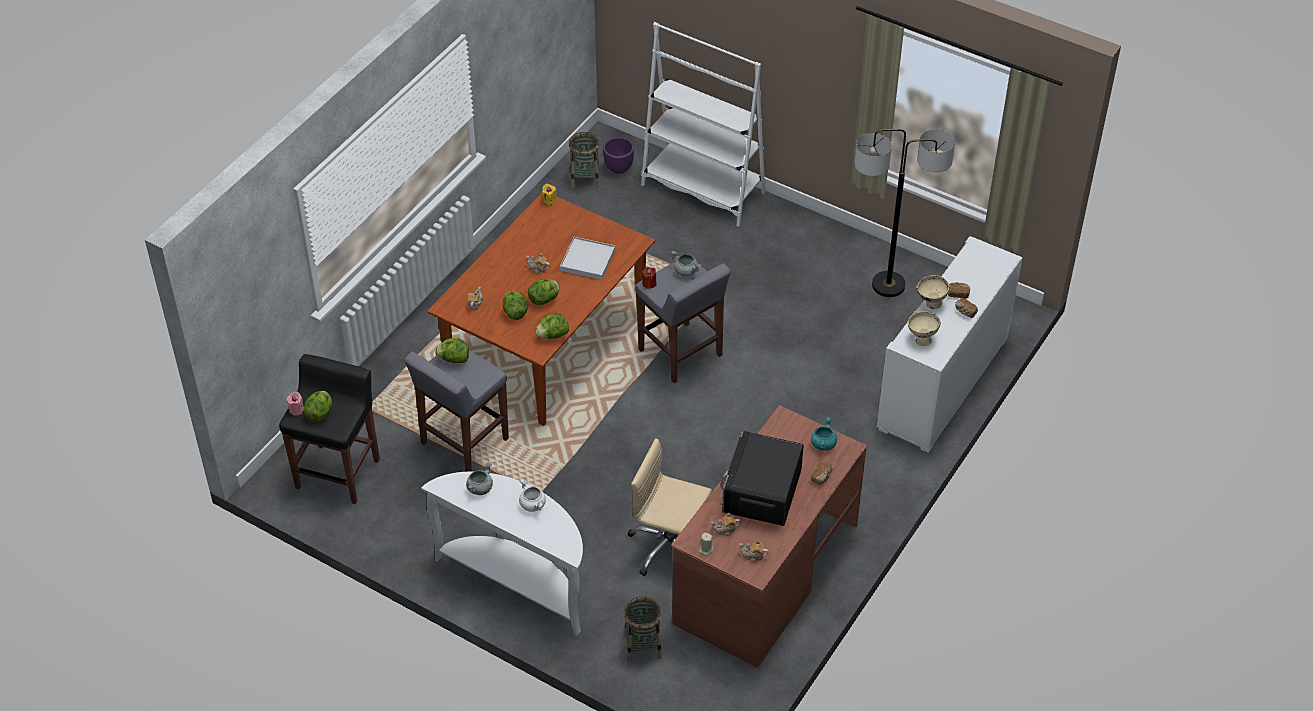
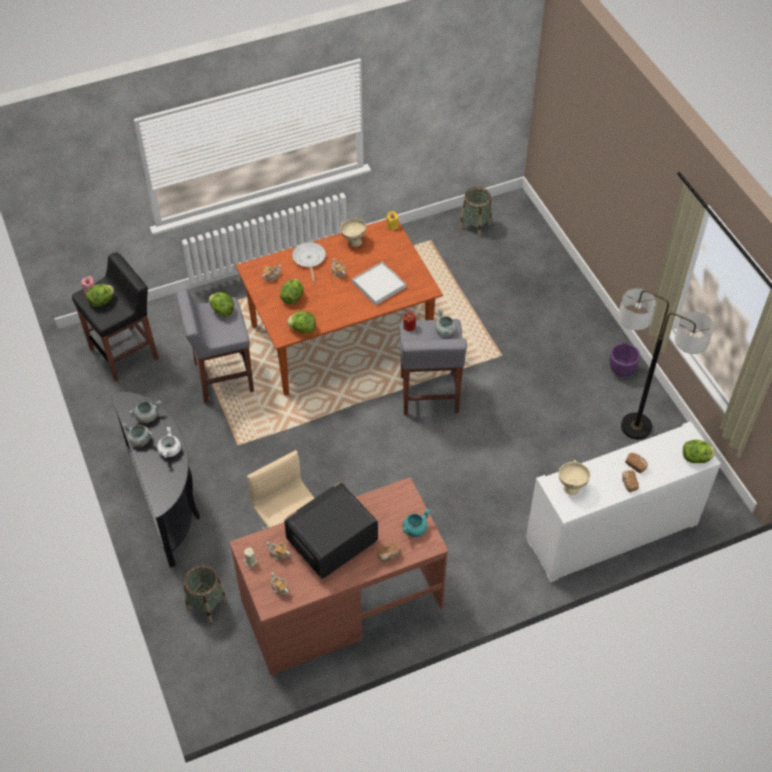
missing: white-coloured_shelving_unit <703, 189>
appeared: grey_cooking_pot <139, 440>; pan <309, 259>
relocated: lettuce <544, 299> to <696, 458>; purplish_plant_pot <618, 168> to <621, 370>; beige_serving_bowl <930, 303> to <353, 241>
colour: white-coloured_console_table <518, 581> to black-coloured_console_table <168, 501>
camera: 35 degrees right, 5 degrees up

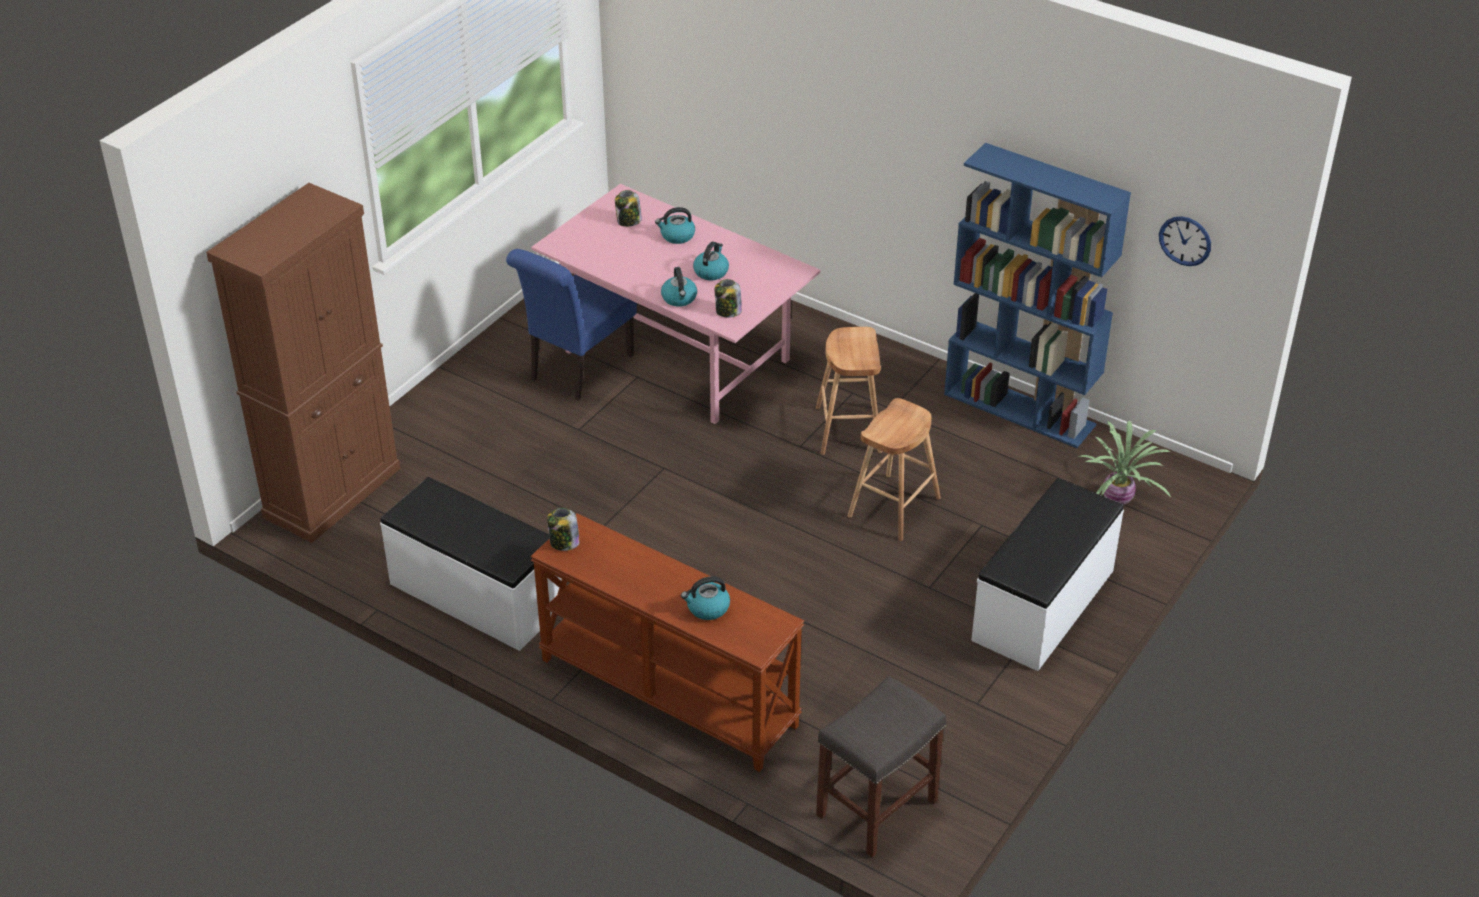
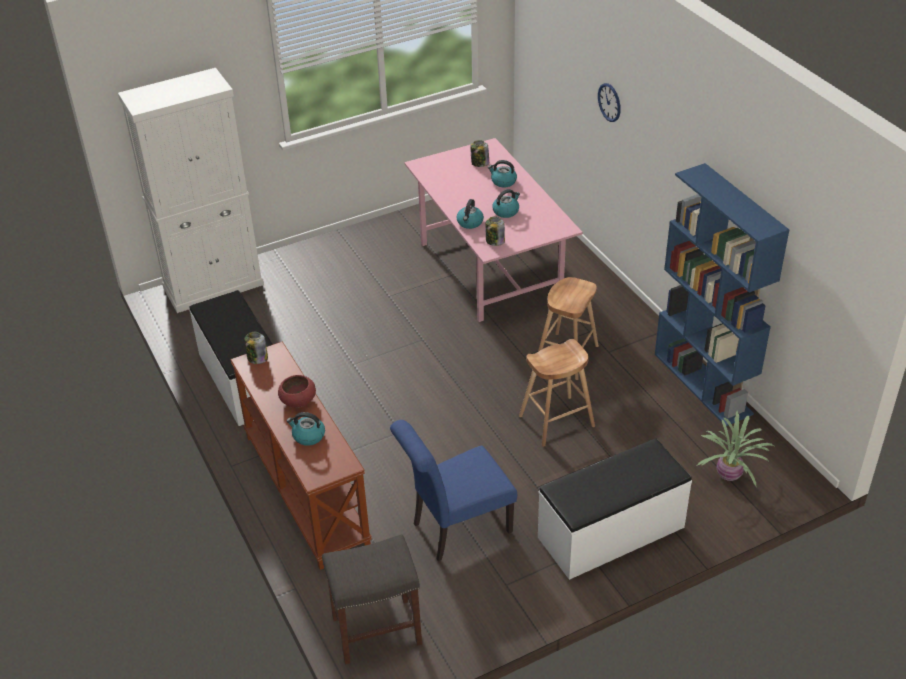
appeared: red_serving_bowl <297, 401>
relocated: blue_plain_chair <576, 370> to <456, 529>; clock_on_the_wall <1185, 240> to <609, 102>
colour: brown_cupboard <333, 492> to white-coloured_cupboard <214, 286>
camera: 30 degrees right, 0 degrees up

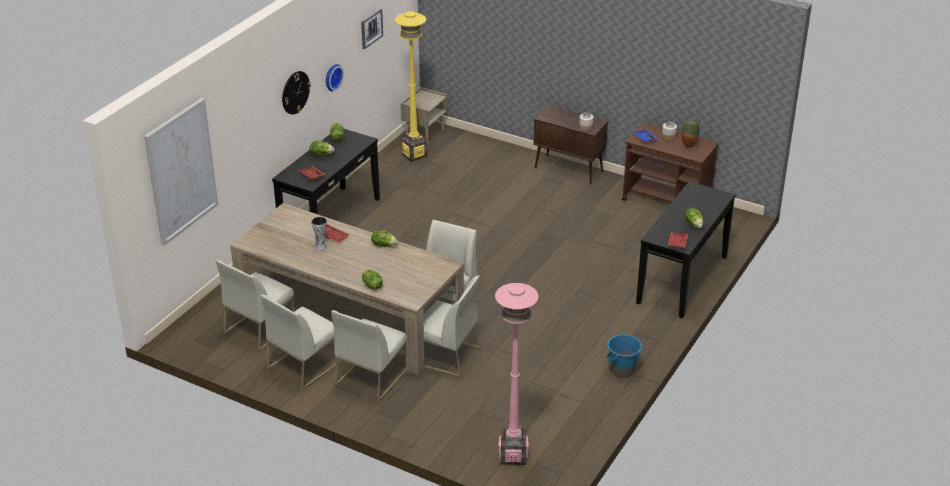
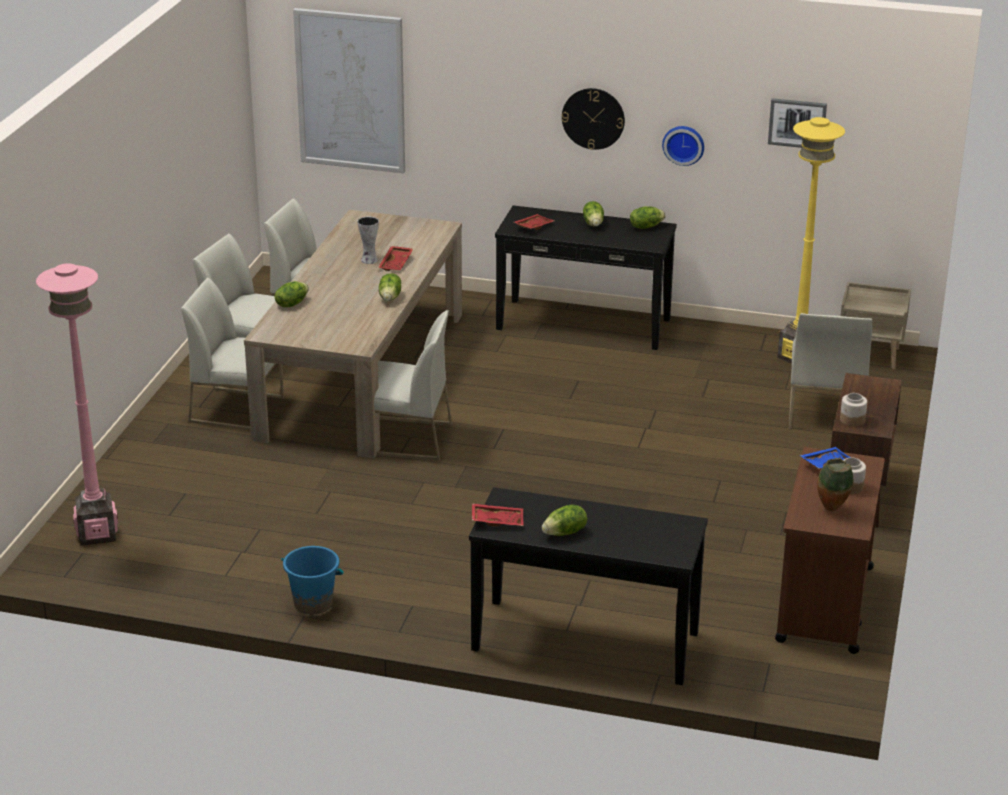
relocated: white-coloured_plain_chair <445, 356> to <824, 412>
camera: 75 degrees right, 5 degrees down

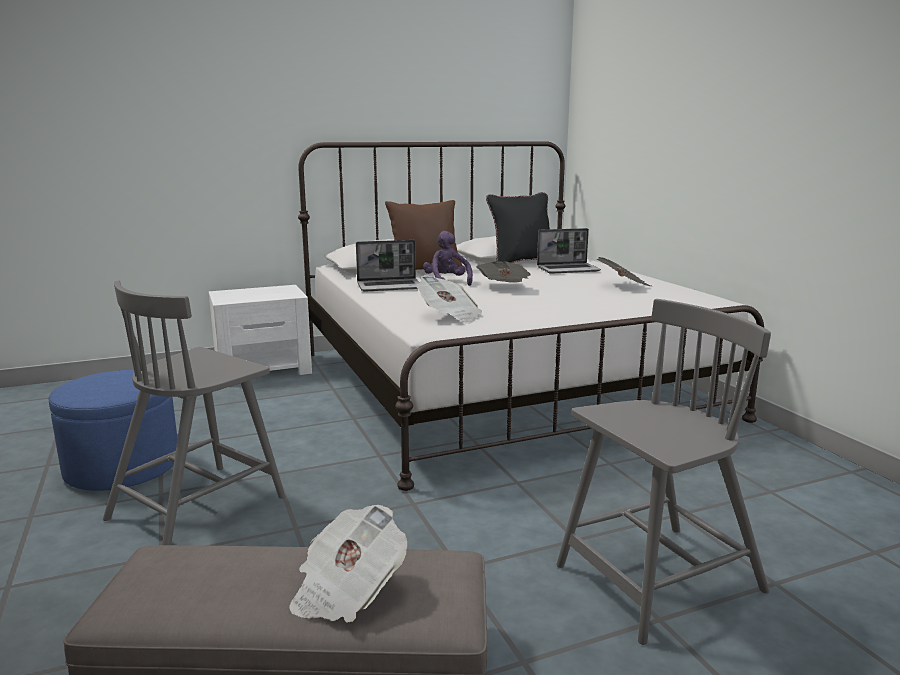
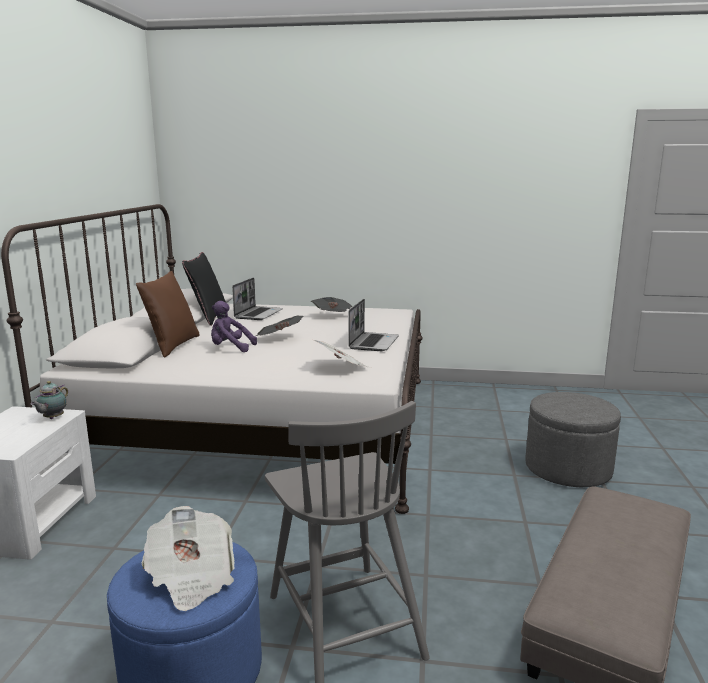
appeared: tea_pot <52, 418>
relocated: daily_paper <347, 590> to <191, 578>; laptop <390, 286> to <373, 343>
exchanged: grey_plain_chair <657, 581> to grey_ottoman <568, 469>
camera: 60 degrees left, 0 degrees up

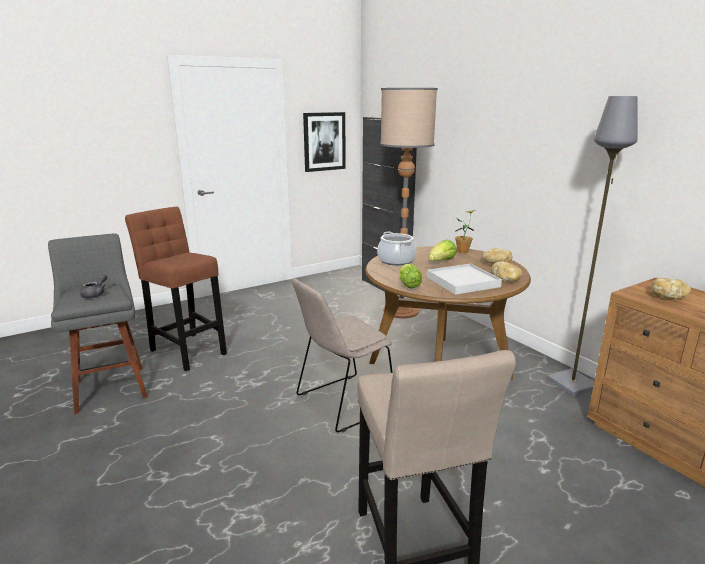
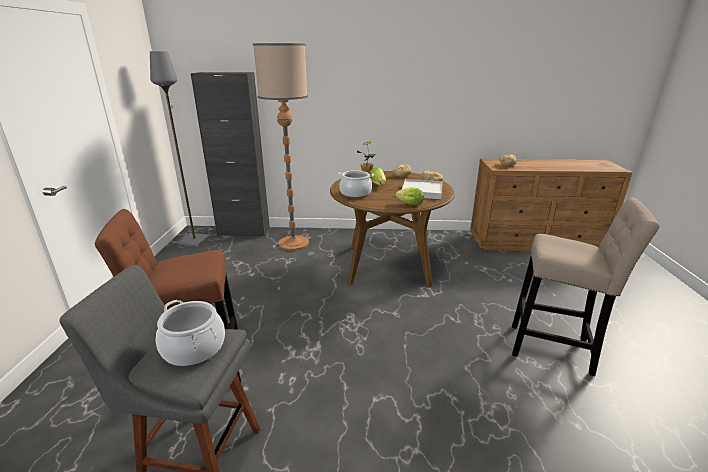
missing: beige_plain_chair <342, 403>; wall_art <324, 141>
relocated: grey_standard_lamp <573, 384> to <195, 240>
exchanged: grey_tea_pot <95, 294> to cooking_pot <194, 348>
camera: 55 degrees left, 5 degrees up

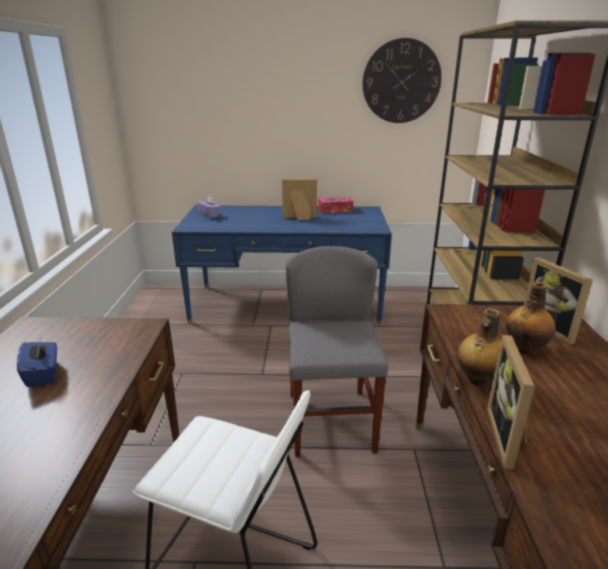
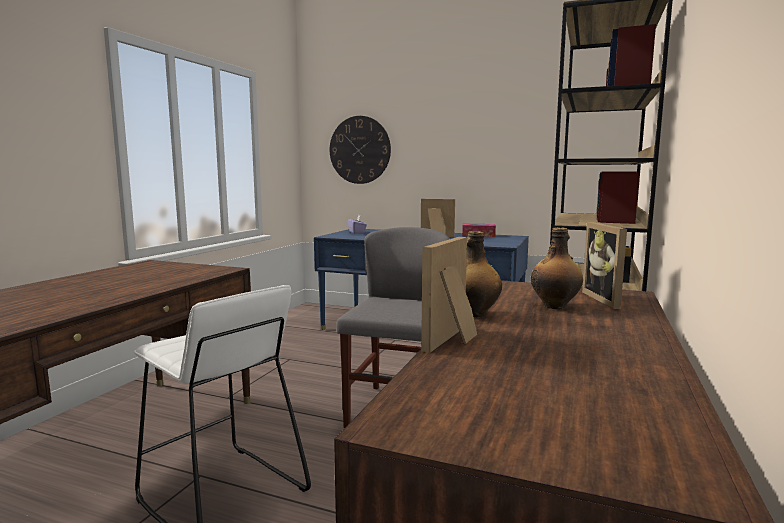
missing: blue_box_of_tissues <43, 374>
relocated: clock_on_the_wall <401, 81> to <359, 150>
camera: 20 degrees right, 15 degrees down

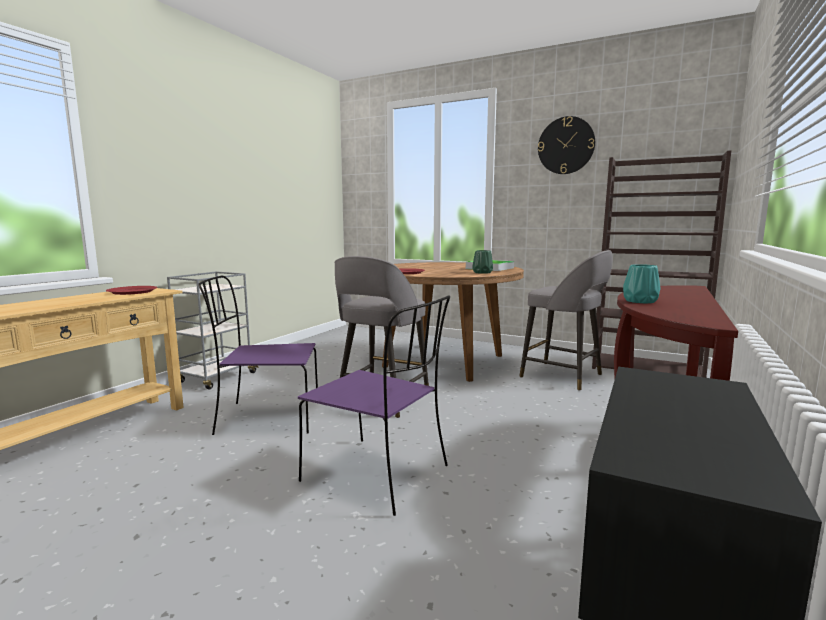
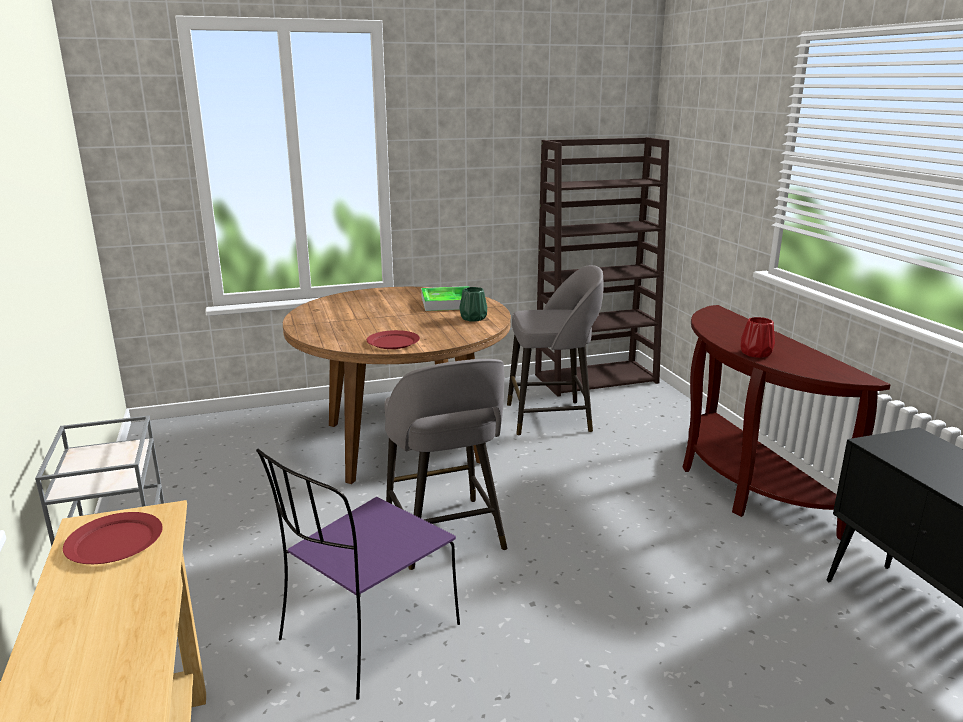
missing: purplish_plain_chair <379, 474>; clock_on_the_wall <566, 145>
colour: turquoise_flower_vase <639, 301> to red_flower_vase <755, 353>
camera: 45 degrees left, 10 degrees up

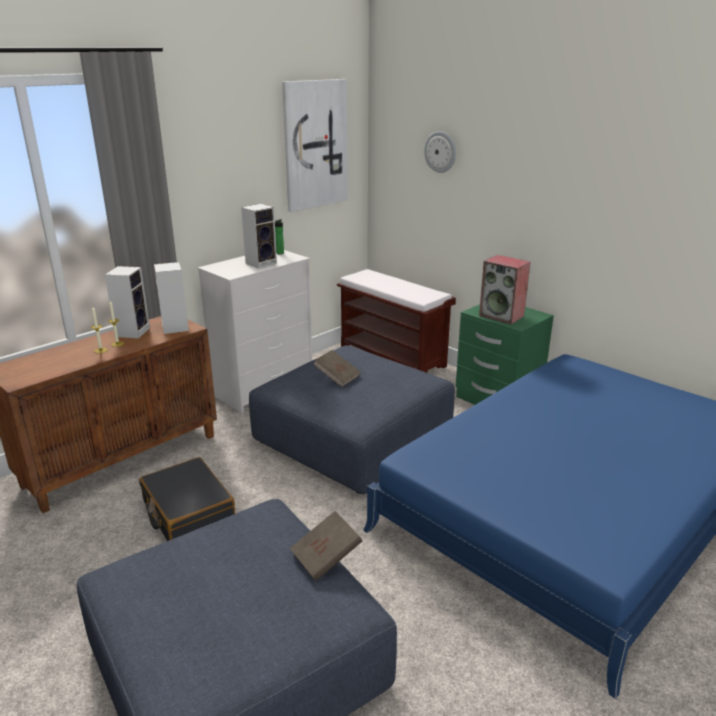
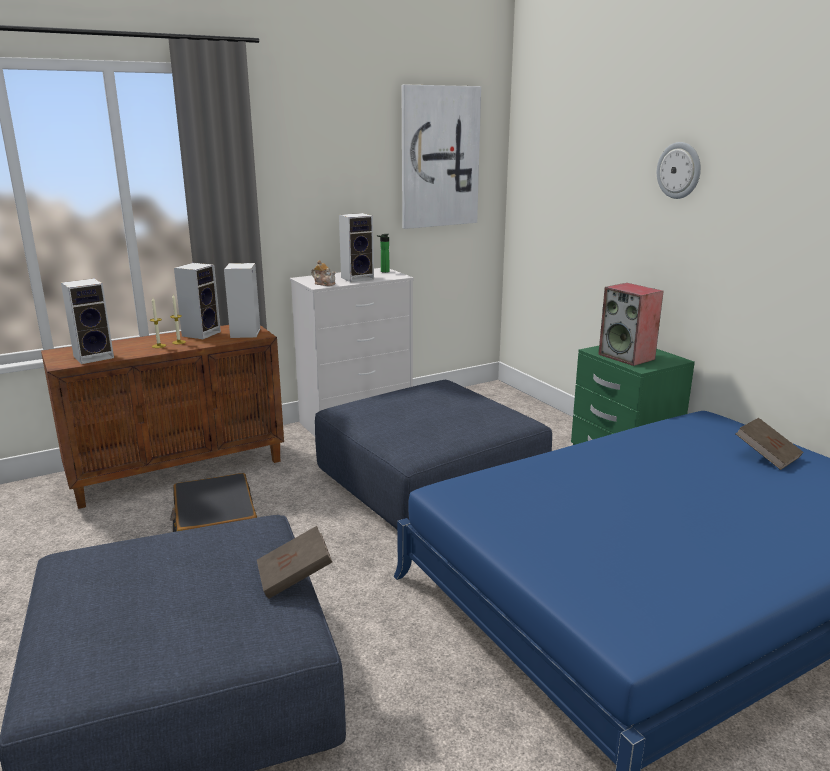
missing: brown_indoor_bench <393, 356>
appeared: speaker <95, 357>; tea_pot <324, 284>
relocated: brown_bound_book <337, 377> to <767, 456>; clock_on_the_wall <440, 152> to <679, 170>
camera: 15 degrees right, 5 degrees down

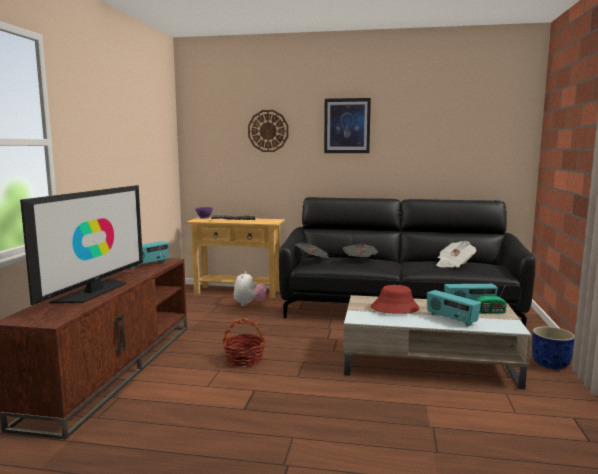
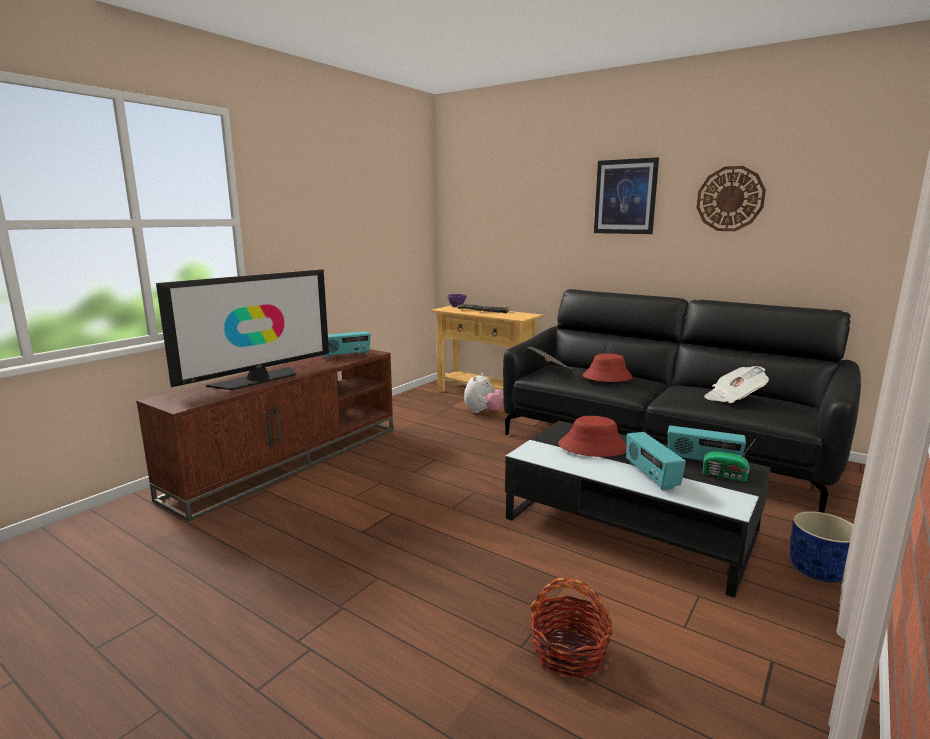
relocated: storage_basket <244, 360> to <568, 653>; clock_on_the_wall <268, 131> to <730, 199>
exchanged: daily_paper <360, 260> to red_hat <607, 377>
colour: beige_low_table <428, 362> to black-coloured_low_table <629, 525>
camera: 25 degrees right, 5 degrees up

